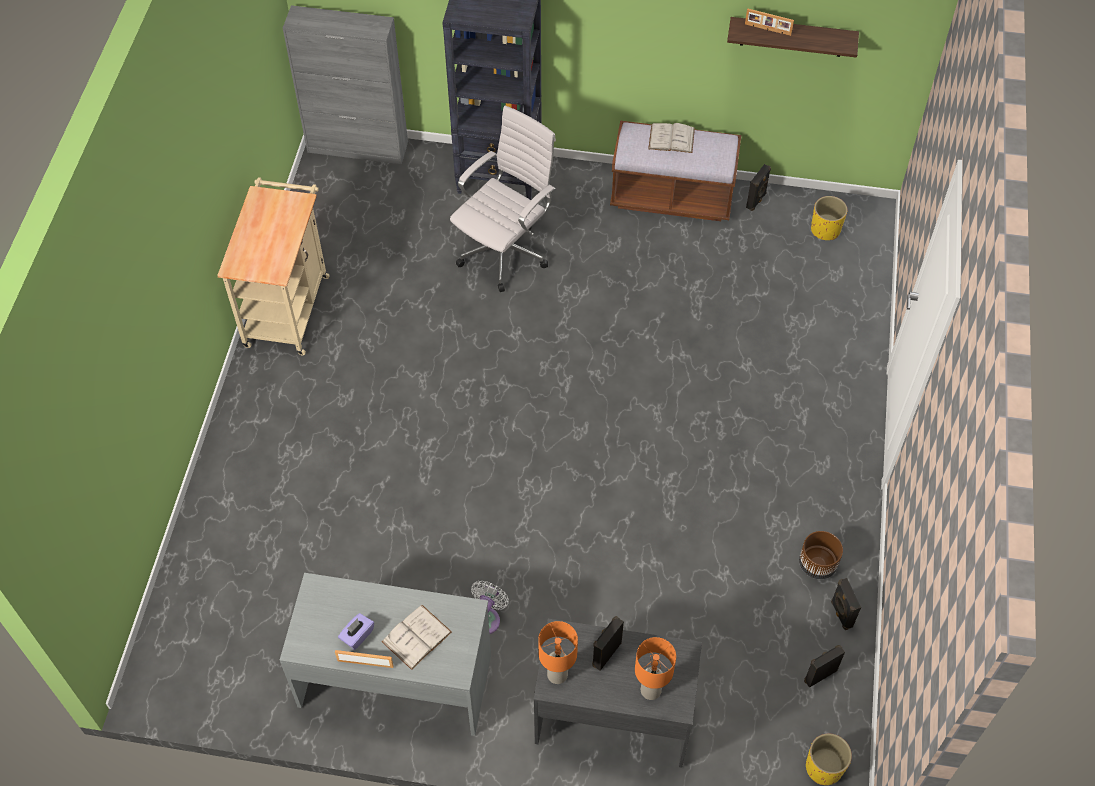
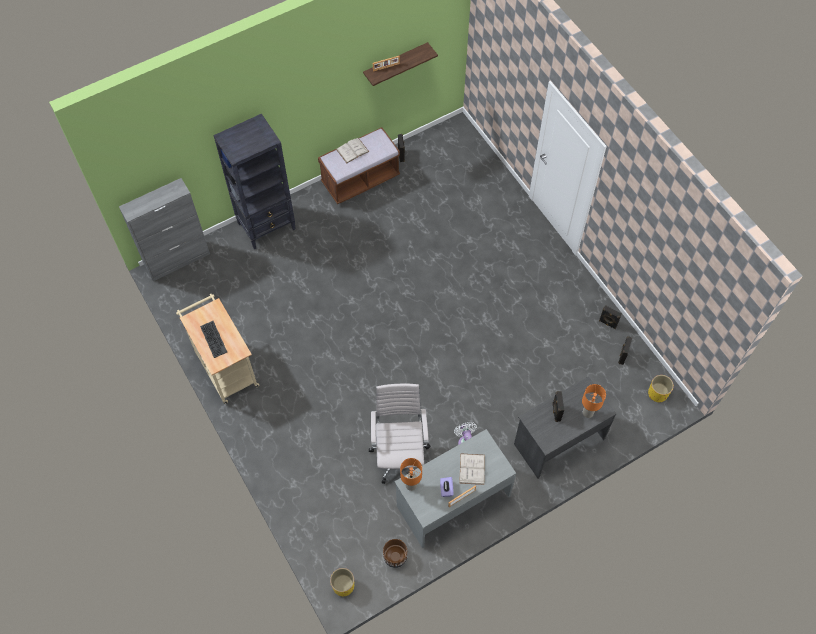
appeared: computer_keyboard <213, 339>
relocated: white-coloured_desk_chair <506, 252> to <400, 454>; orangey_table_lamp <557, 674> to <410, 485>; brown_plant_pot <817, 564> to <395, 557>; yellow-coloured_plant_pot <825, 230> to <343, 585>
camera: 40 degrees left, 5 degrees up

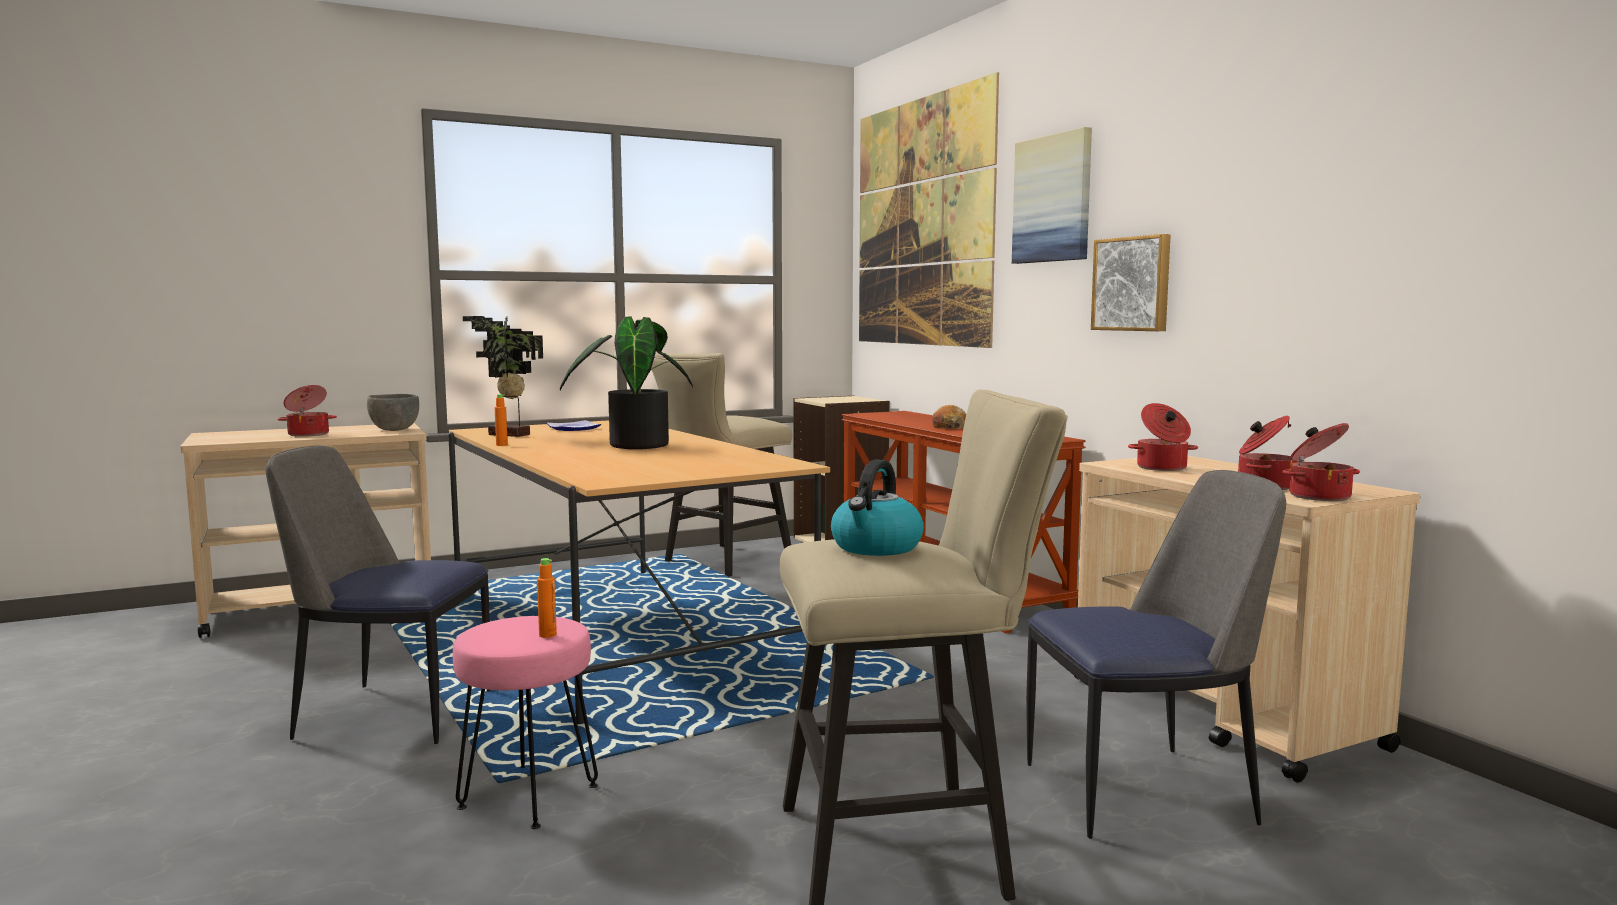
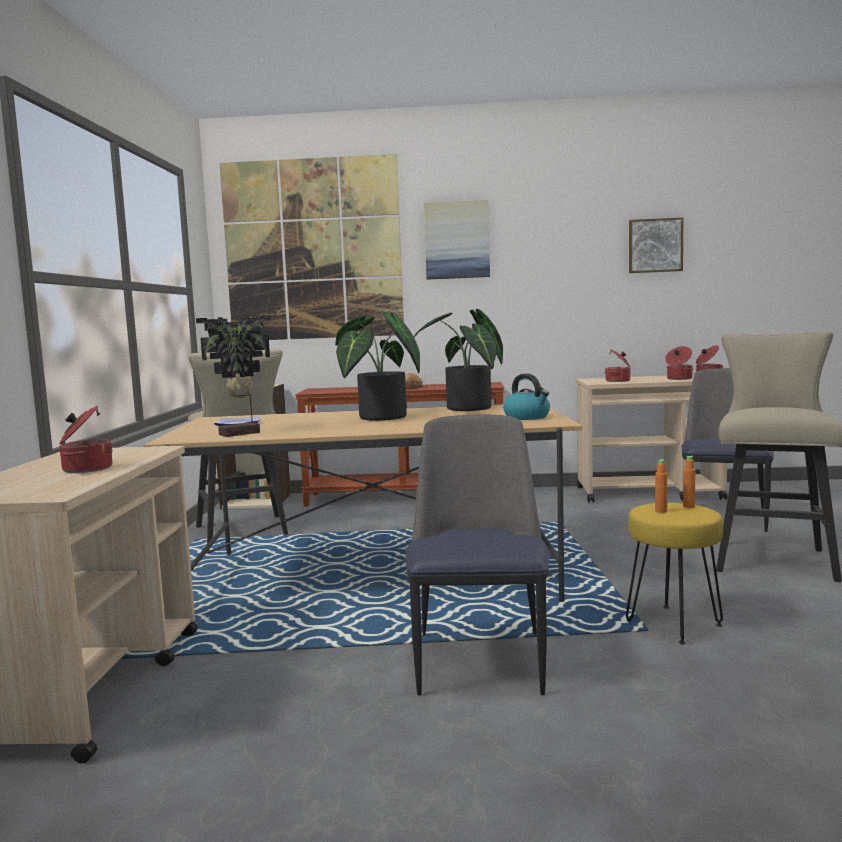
missing: grey_serving_bowl <394, 429>
appeared: plant_in_a_pot <468, 409>
relocated: orangey_bottle <501, 445> to <661, 511>; tea_kettle <876, 547> to <527, 417>; wall_art <1133, 284> to <655, 245>
colour: pink_stool <530, 796> to yellow-coloured_stool <673, 623>
spun: plain_chair <390, 714> = <480, 660> 150 degrees clockwise
camera: 60 degrees left, 0 degrees up

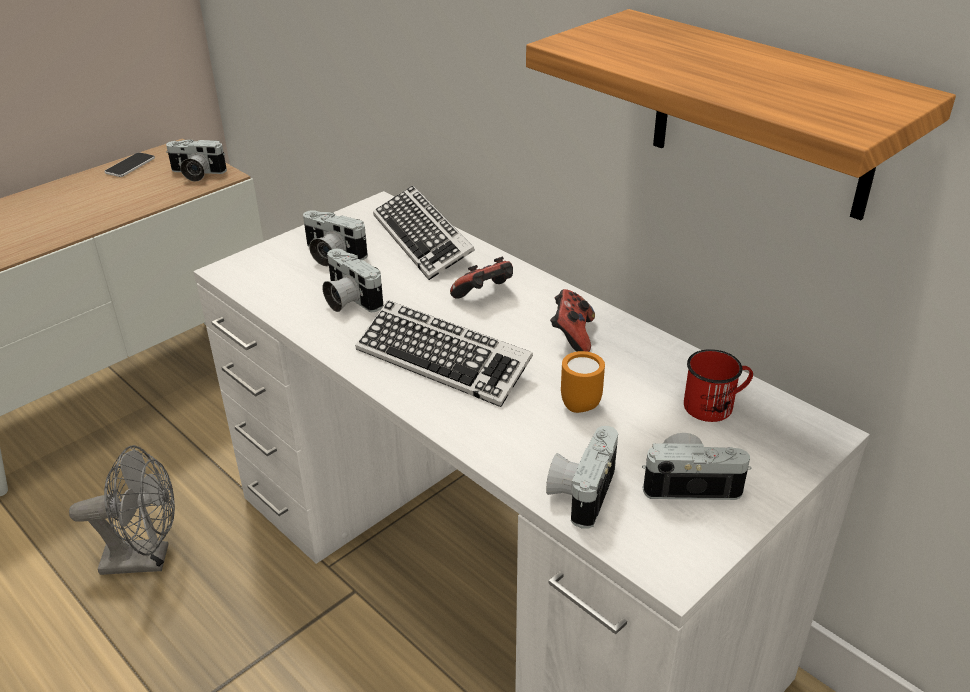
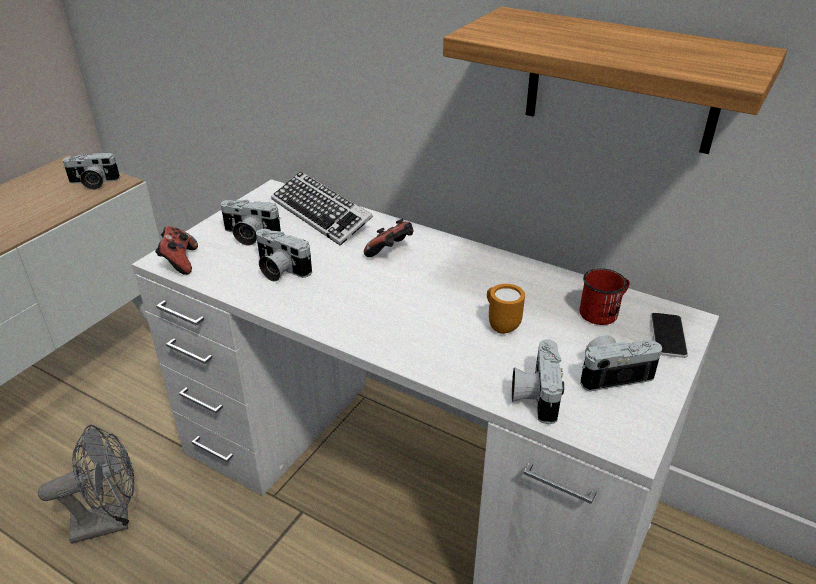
missing: computer_keyboard <443, 361>
relocated: handset <130, 166> to <668, 336>; game_controller <572, 336> to <179, 262>
camera: 15 degrees left, 0 degrees up

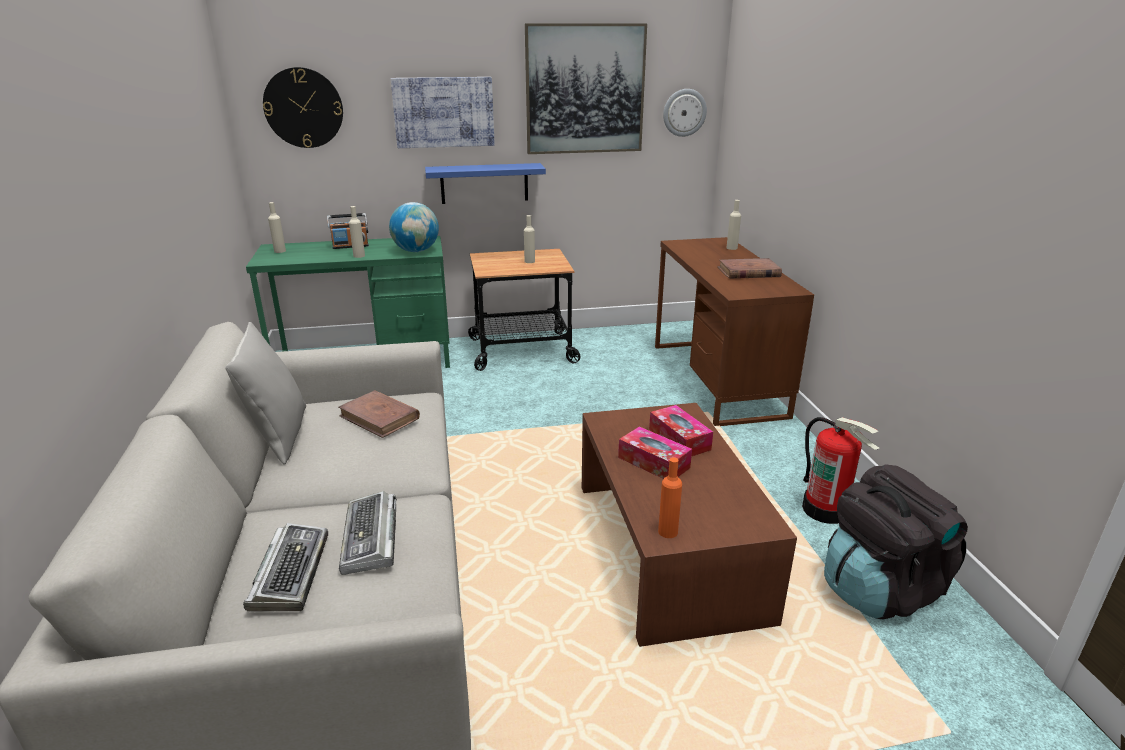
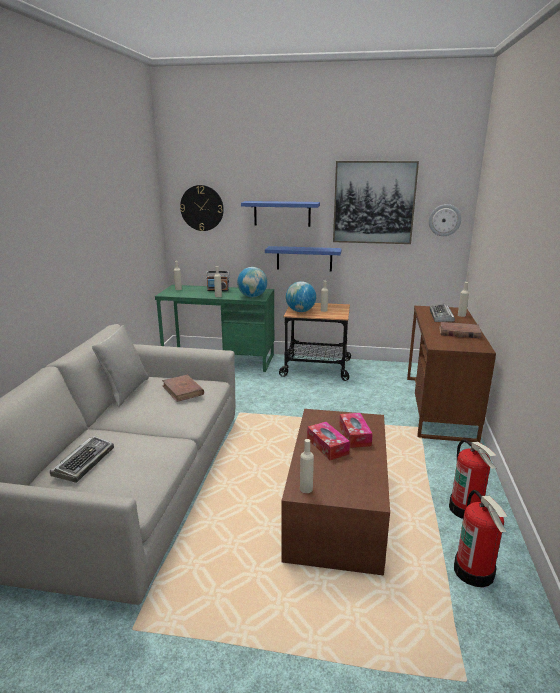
appeared: desk_globe <300, 311>
relocated: computer_keyboard <370, 539> to <441, 316>
exchanged: wall_art <444, 112> to blue_wall_shelf <282, 213>; black-coloured_rucksack <880, 589> to fire_extinguisher <474, 571>
colour: orangey_bottle <668, 531> to beige_bottle <306, 489>
camera: 20 degrees right, 5 degrees down

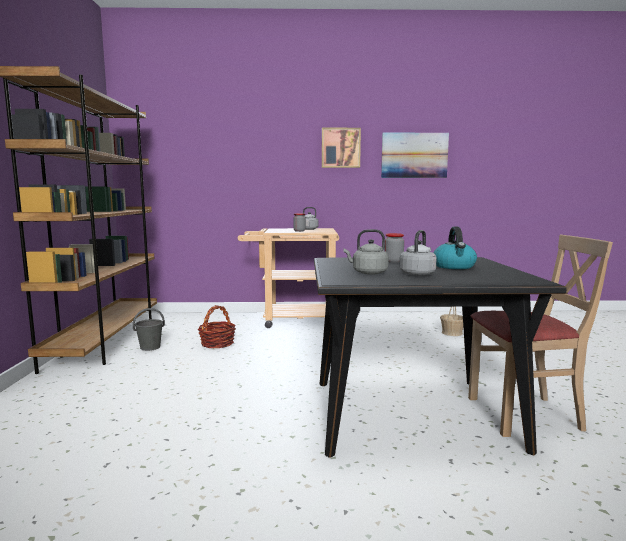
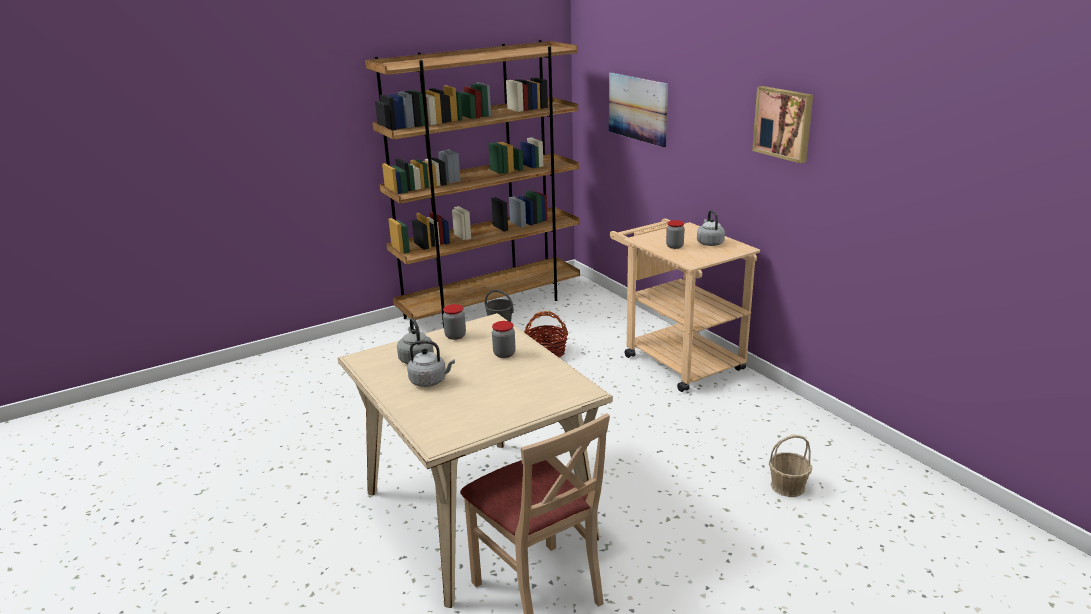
missing: tea_kettle <454, 266>
appeared: storage_jar <455, 336>
relocated: wall_art <414, 155> to <637, 108>
colour: black-coloured_kitchen_table <410, 414> to beige_kitchen_table <478, 514>
camera: 60 degrees right, 15 degrees up

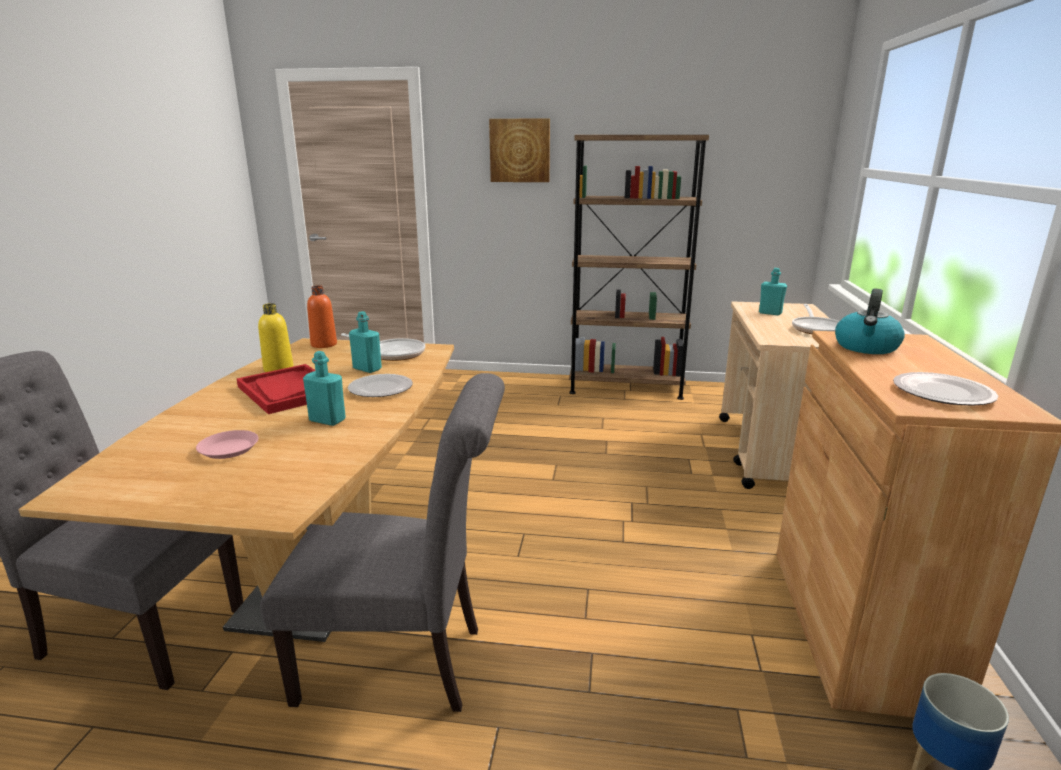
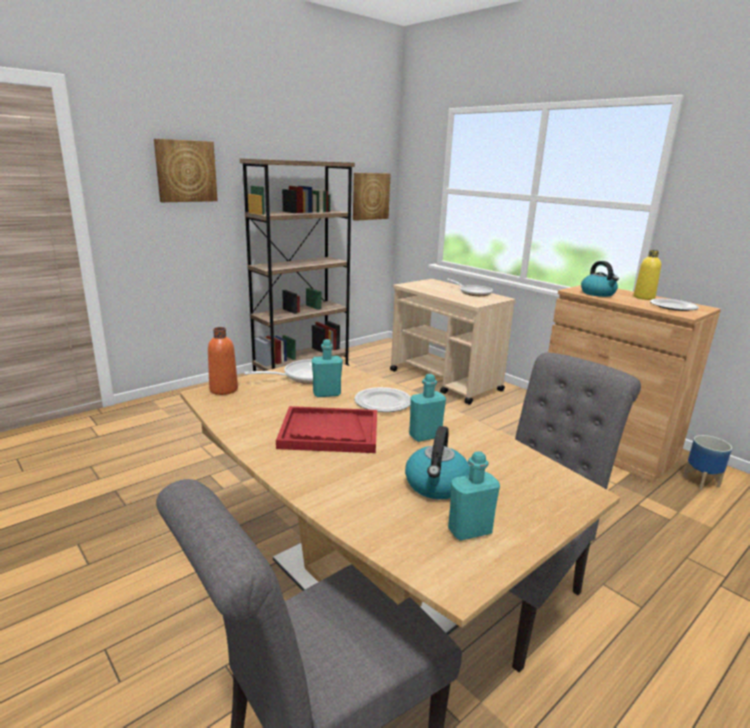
appeared: wall_art <370, 196>
relocated: yellow-coloured_bottle <278, 369> to <643, 297>; turquoise_bottle <770, 313> to <469, 531>
exchanged: pink_dinner_plate <229, 449> to tea_kettle <436, 485>
camera: 50 degrees left, 0 degrees up

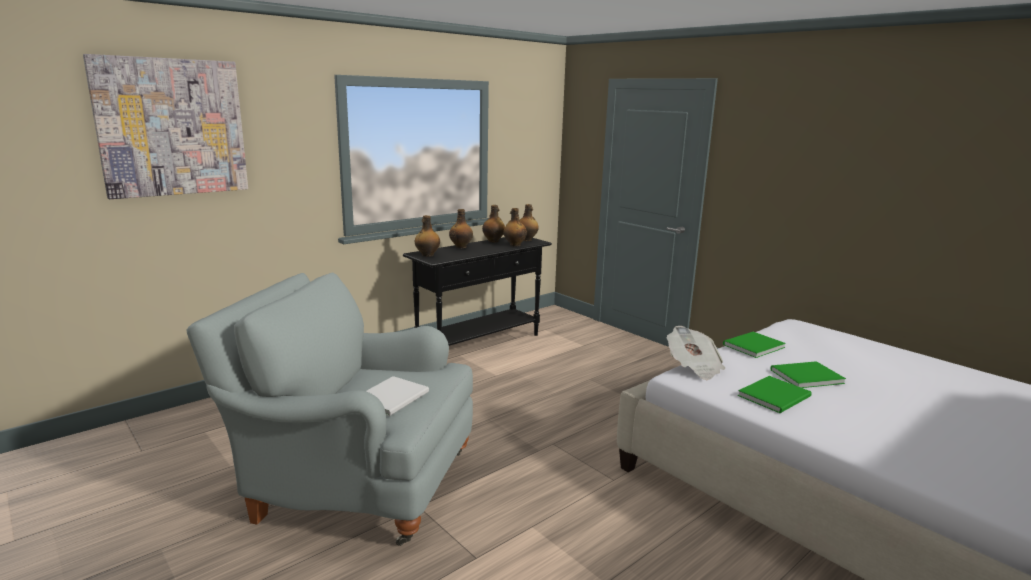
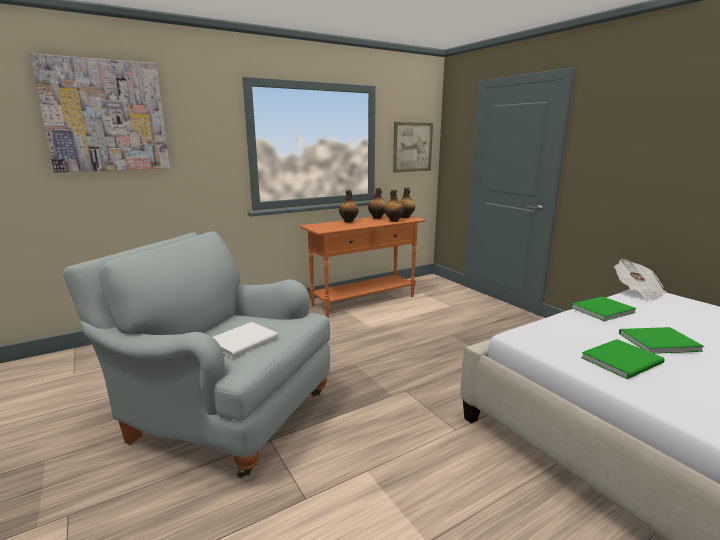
missing: bottle <427, 255>
appeared: wall_art <412, 147>
relocated: daily_paper <694, 367> to <637, 291>
colour: black-coloured_console_table <479, 343> to orangey_console_table <364, 301>
camera: 10 degrees right, 0 degrees up

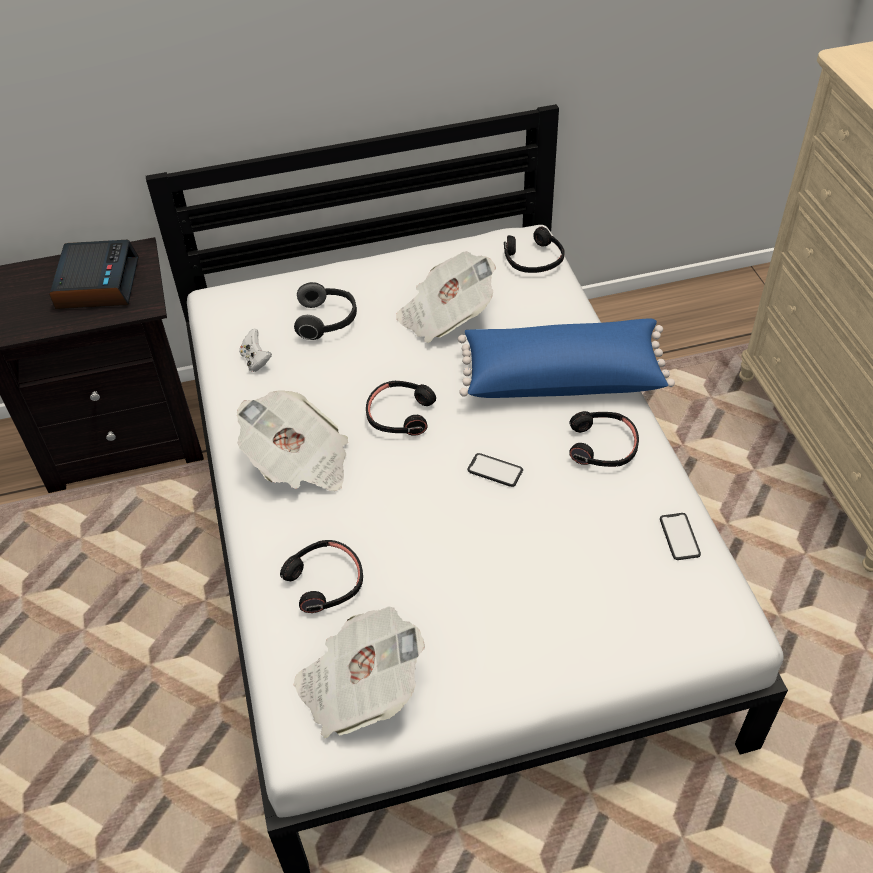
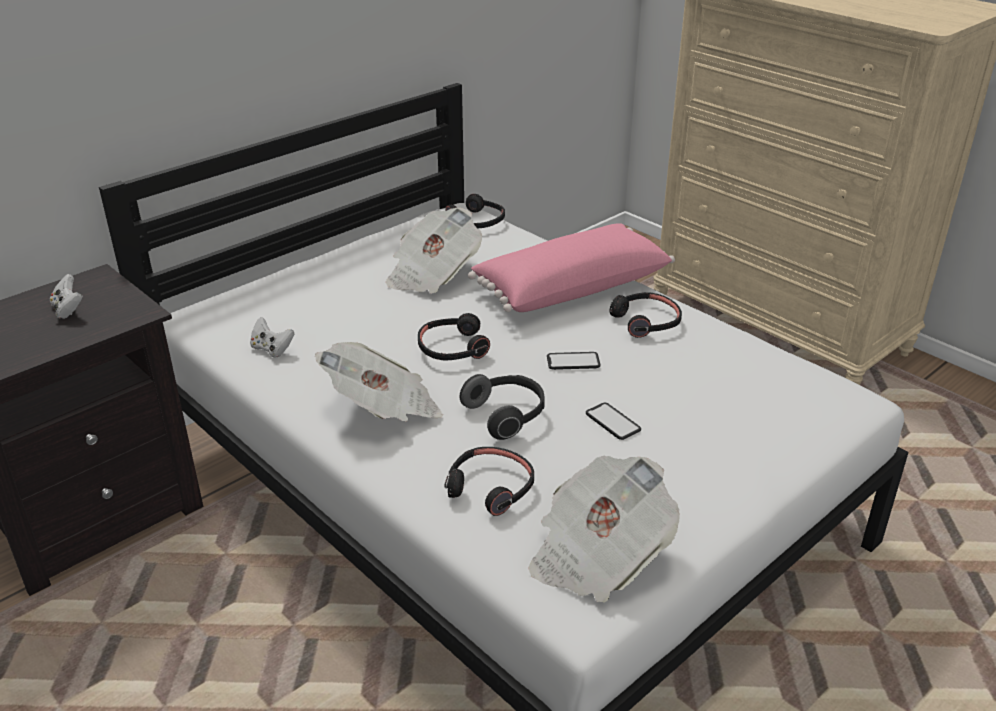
relocated: headphones <327, 321> to <506, 415>; handset <679, 537> to <612, 422>
exchanged: table_clock <97, 283> to white-coloured_game_controller <68, 310>
colour: blue_throw_pillow <561, 376> to pink_throw_pillow <570, 287>
camera: 30 degrees left, 15 degrees down

